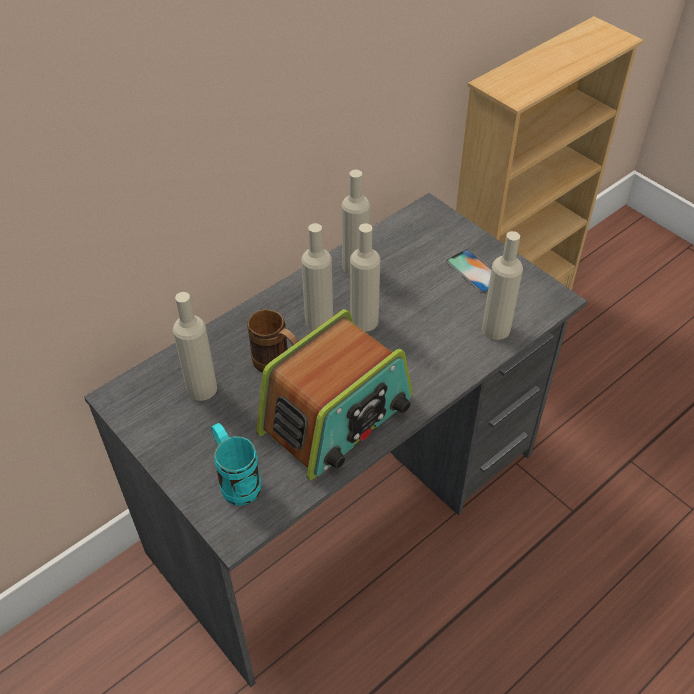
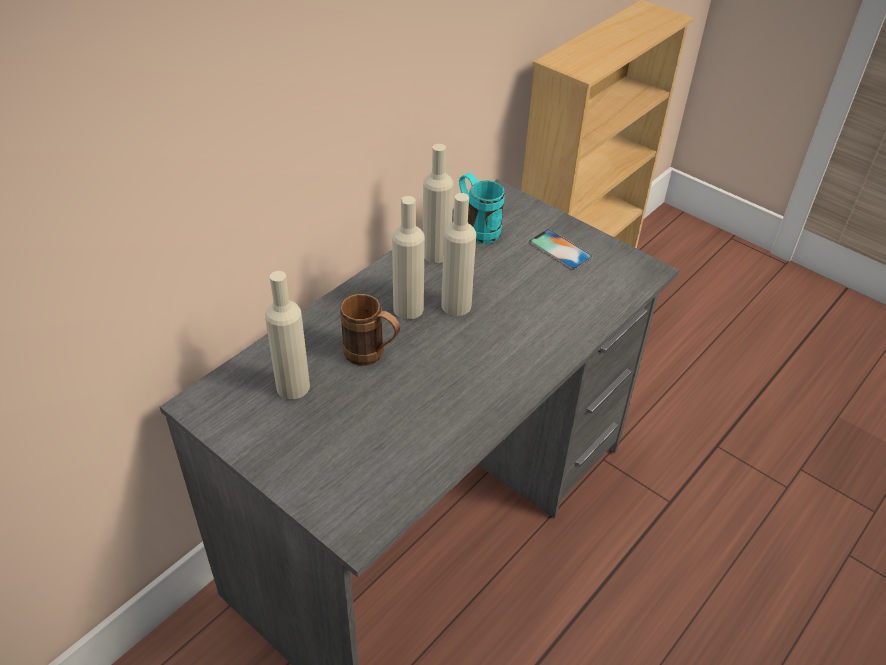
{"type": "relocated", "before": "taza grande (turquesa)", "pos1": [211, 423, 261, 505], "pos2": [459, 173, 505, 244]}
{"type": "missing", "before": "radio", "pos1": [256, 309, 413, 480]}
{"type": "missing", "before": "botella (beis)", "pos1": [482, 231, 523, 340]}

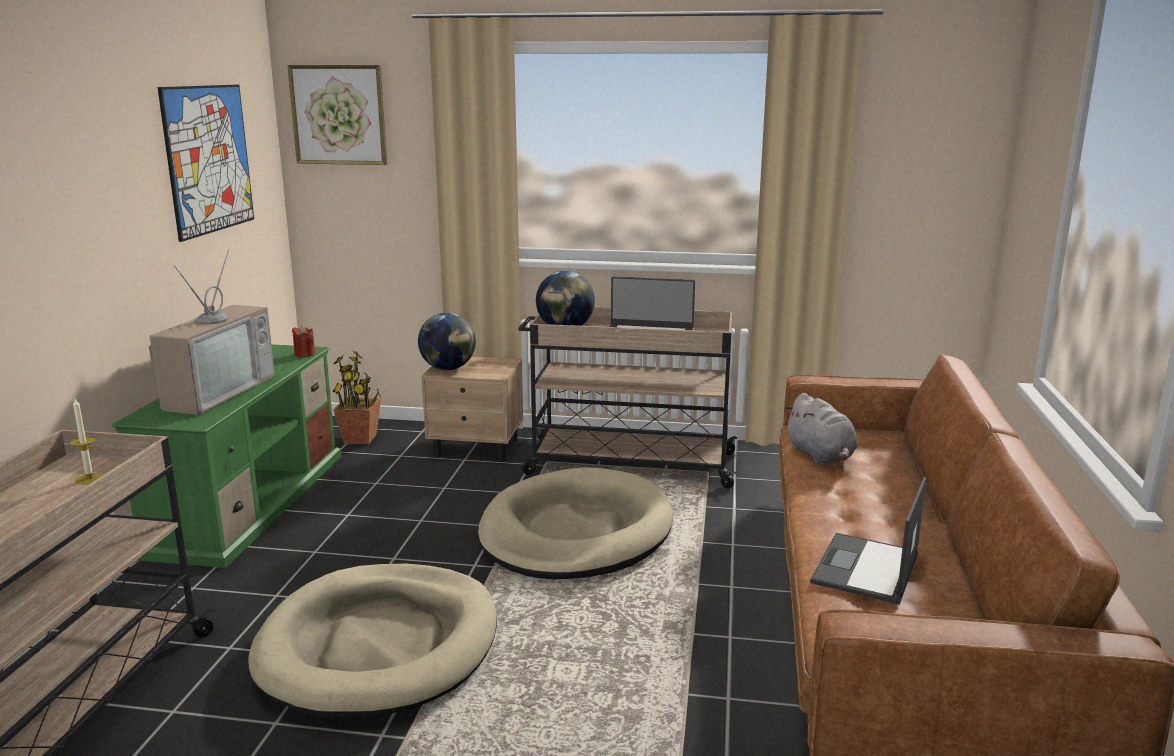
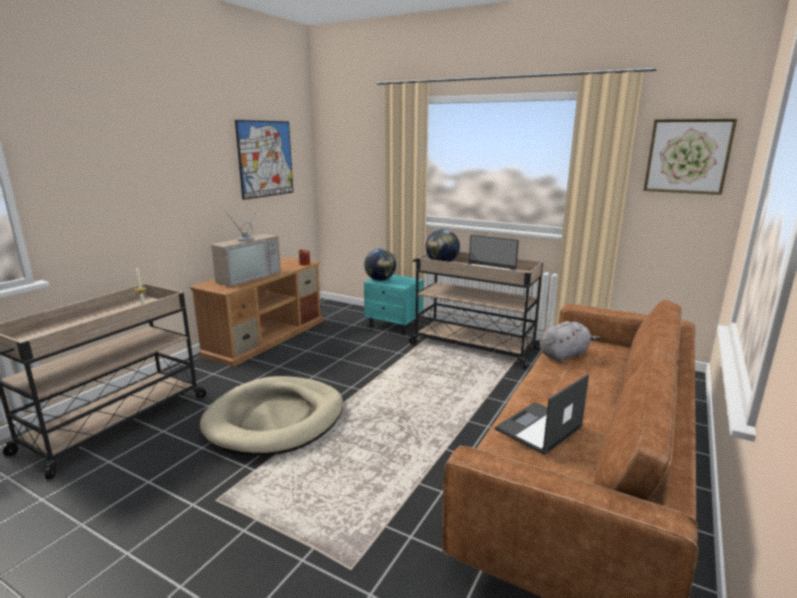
{"type": "colour", "before": "mueble de televisión (verde)", "after": "mueble de televisión (marrón)", "pos1": [111, 344, 341, 568], "pos2": [189, 257, 324, 367]}
{"type": "relocated", "before": "cuadro", "pos1": [287, 65, 387, 165], "pos2": [643, 119, 737, 195]}
{"type": "missing", "before": "planta en maceta", "pos1": [332, 350, 381, 444]}
{"type": "colour", "before": "mesita de noche (beis)", "after": "mesita de noche (turquesa)", "pos1": [421, 357, 523, 461], "pos2": [364, 275, 424, 335]}
{"type": "missing", "before": "cama para perro (beis)", "pos1": [478, 467, 673, 579]}
{"type": "spun", "before": "peluche (gris)", "pos1": [785, 393, 857, 464], "pos2": [540, 321, 600, 362], "turn": -120}

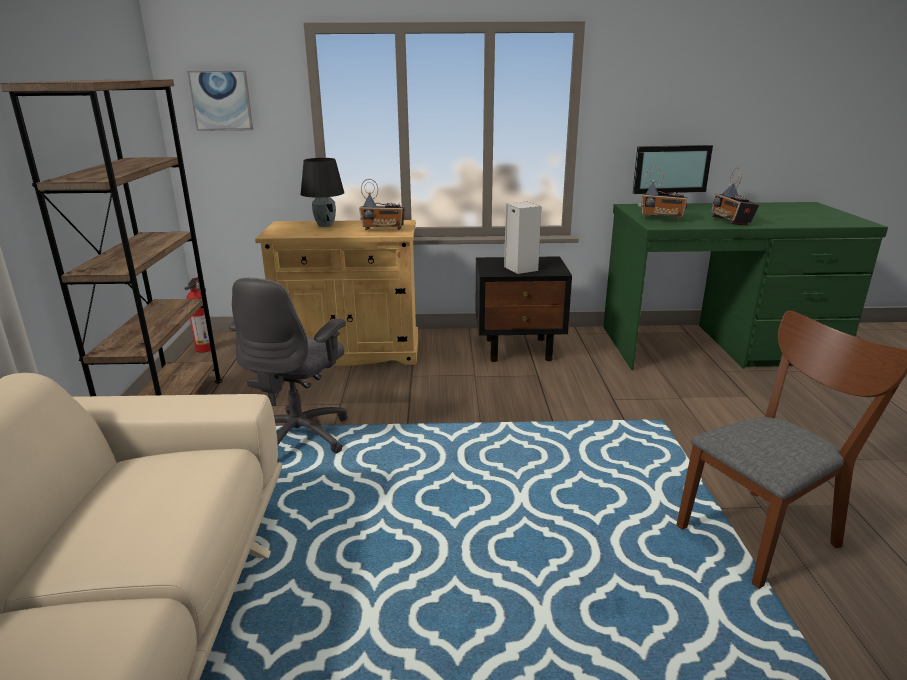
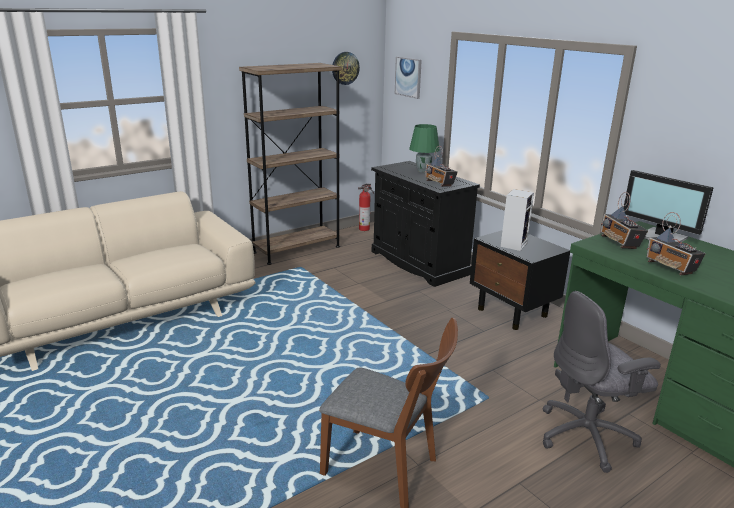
{"type": "relocated", "before": "silla de oficina (gris)", "pos1": [229, 278, 347, 462], "pos2": [543, 291, 661, 473]}
{"type": "colour", "before": "armario (beis)", "after": "armario (negro)", "pos1": [255, 220, 418, 366], "pos2": [371, 161, 480, 287]}
{"type": "colour", "before": "lámpara de mesa (negro)", "after": "lámpara de mesa (verde)", "pos1": [301, 158, 344, 227], "pos2": [409, 124, 440, 173]}
{"type": "spun", "before": "radio", "pos1": [711, 168, 760, 226], "pos2": [647, 212, 706, 275], "turn": -75}
{"type": "appeared", "after": "reloj de pared", "pos2": [332, 52, 360, 85]}

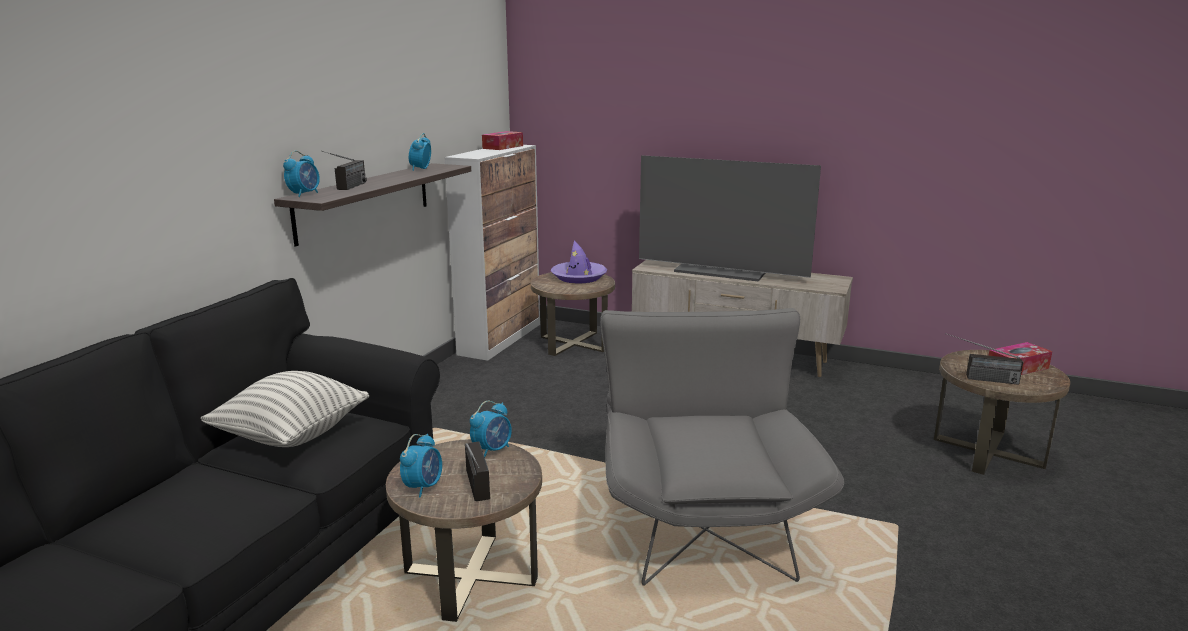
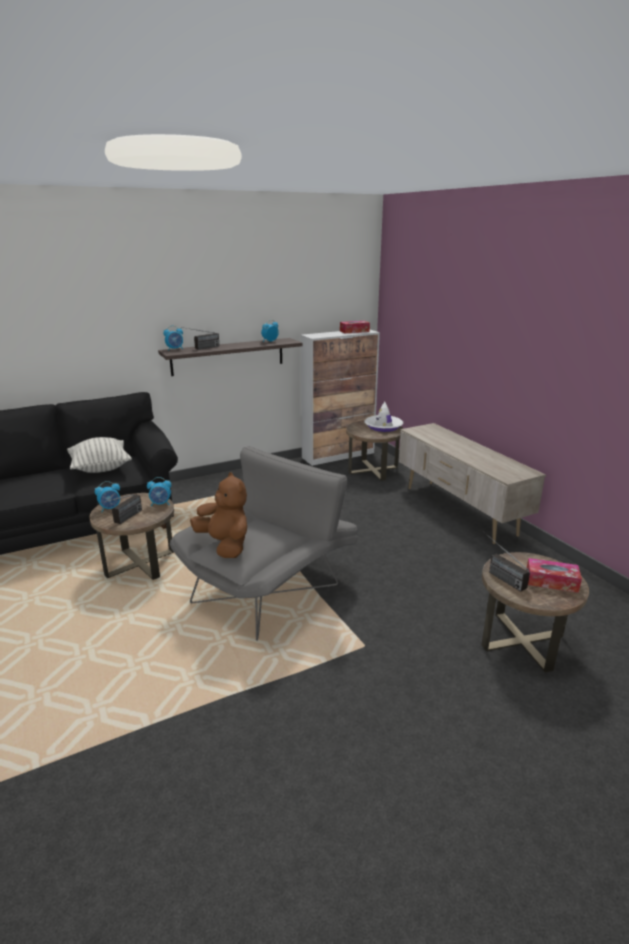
{"type": "colour", "before": "sombrero (morado)", "after": "sombrero (blanco)", "pos1": [551, 240, 607, 283], "pos2": [364, 401, 403, 432]}
{"type": "missing", "before": "televisor", "pos1": [639, 155, 821, 282]}
{"type": "appeared", "after": "peluche (marrón)", "pos2": [190, 472, 247, 558]}

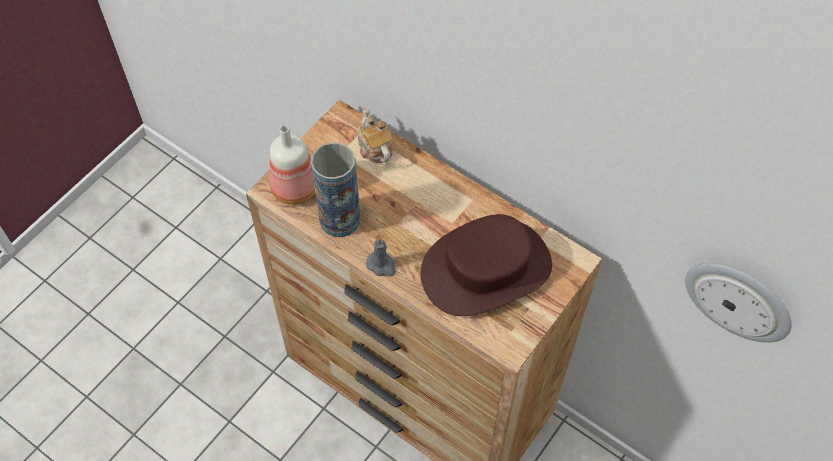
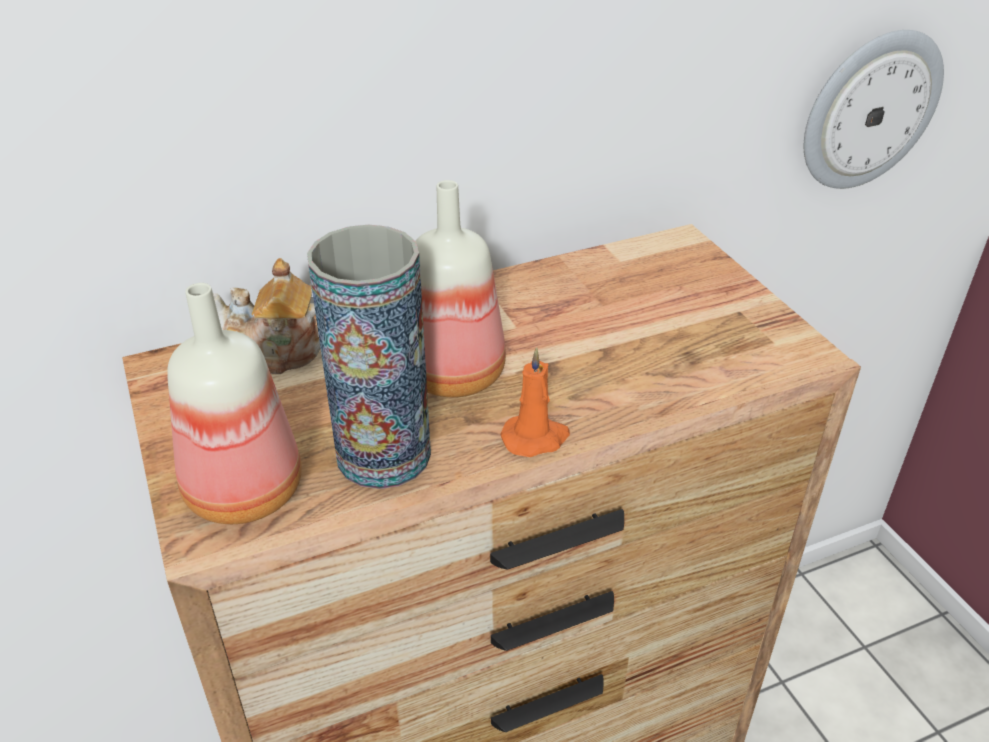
{"type": "colour", "before": "vela (gris)", "after": "vela (naranja)", "pos1": [366, 238, 395, 276], "pos2": [500, 347, 570, 457]}
{"type": "missing", "before": "sombrero (marrón)", "pos1": [421, 214, 552, 316]}
{"type": "appeared", "after": "botella", "pos2": [416, 180, 506, 397]}

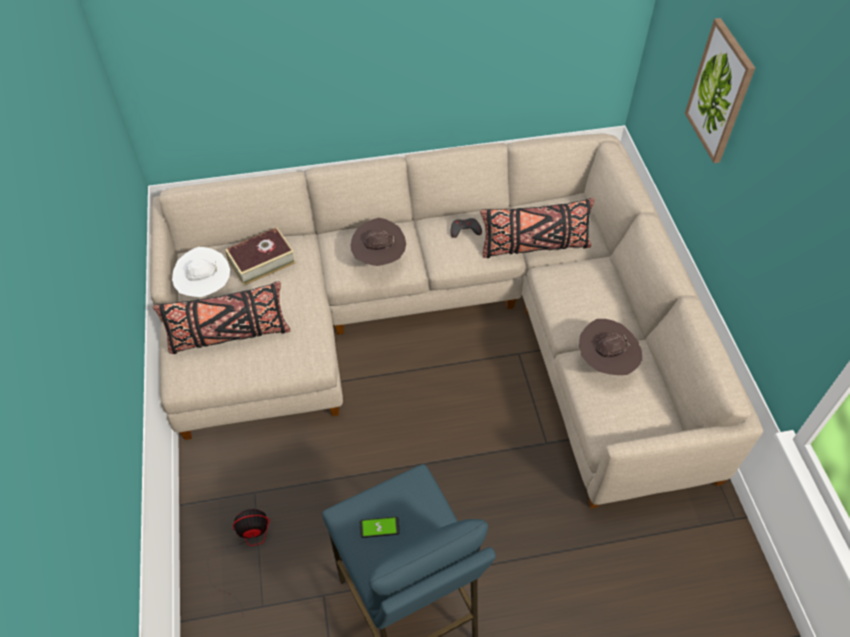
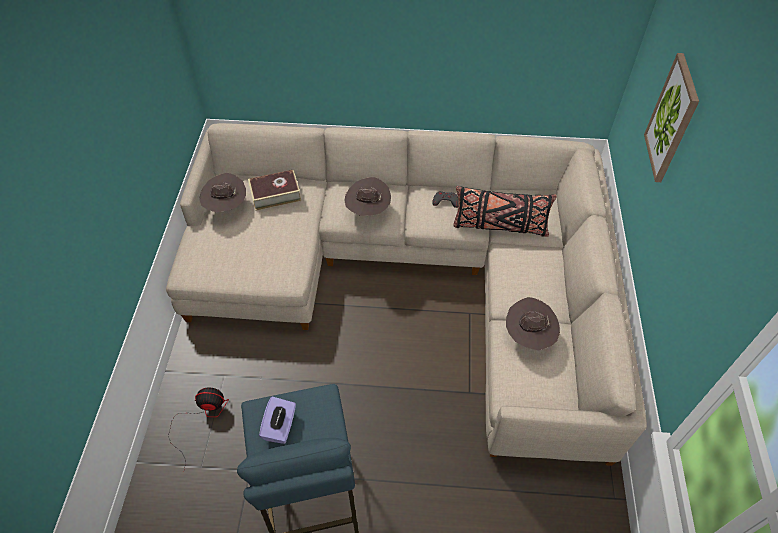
{"type": "missing", "before": "cojín (negro)", "pos1": [153, 281, 291, 354]}
{"type": "colour", "before": "sombrero (blanco)", "after": "sombrero (marrón)", "pos1": [172, 247, 230, 297], "pos2": [199, 173, 246, 212]}
{"type": "exchanged", "before": "móvil", "after": "caja de pañuelos (morado)", "pos1": [360, 517, 400, 538], "pos2": [259, 397, 296, 444]}

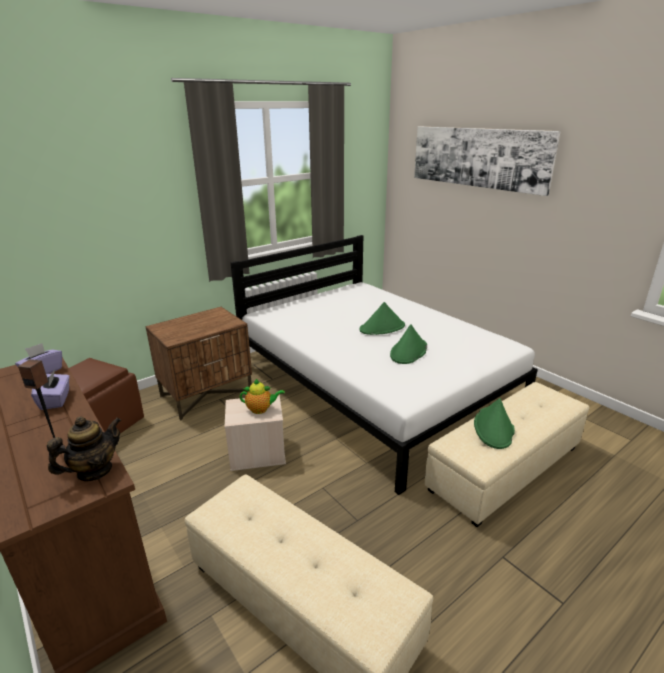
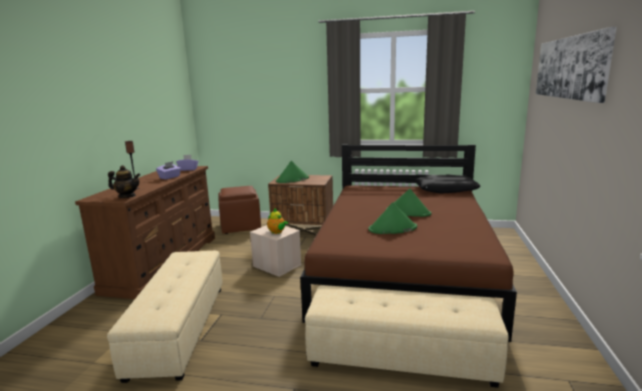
{"type": "colour", "before": "cama (blanco)", "after": "cama (marrón)", "pos1": [231, 235, 538, 495], "pos2": [300, 145, 517, 342]}
{"type": "relocated", "before": "sombrero (verde)", "pos1": [474, 398, 515, 449], "pos2": [276, 161, 309, 183]}
{"type": "appeared", "after": "cojín (negro)", "pos2": [415, 174, 481, 194]}

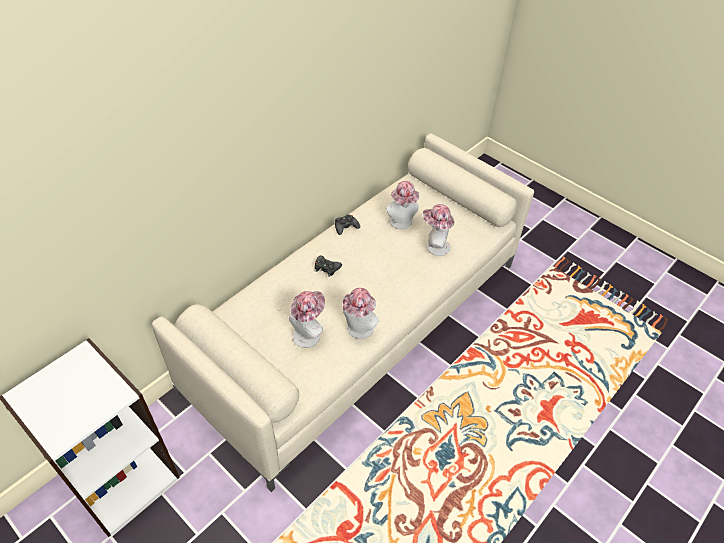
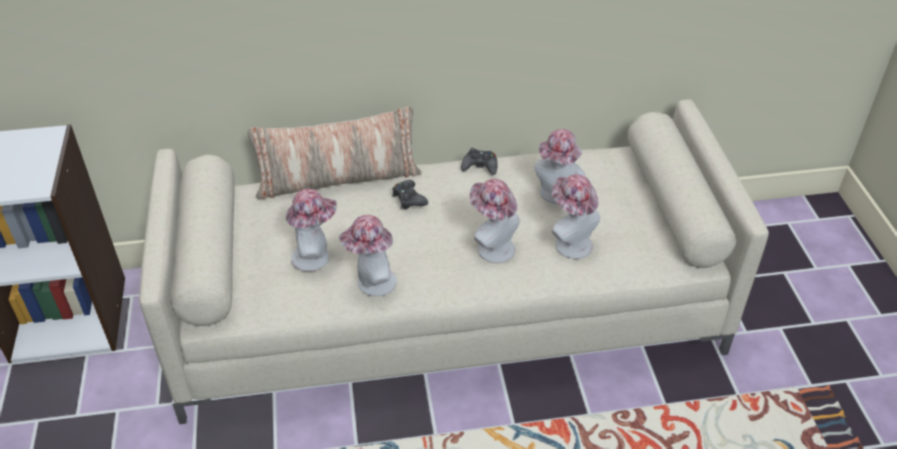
{"type": "appeared", "after": "cojín", "pos2": [248, 106, 422, 199]}
{"type": "appeared", "after": "sombrero", "pos2": [470, 179, 520, 263]}

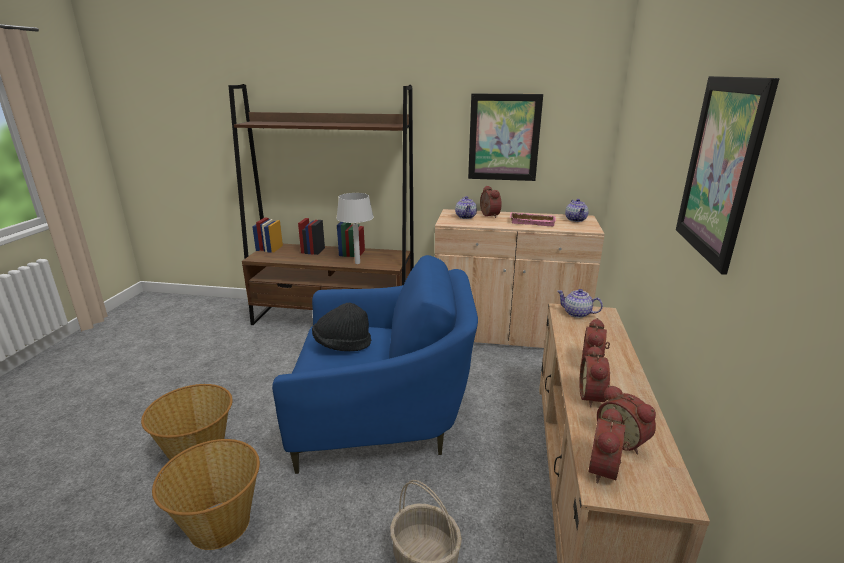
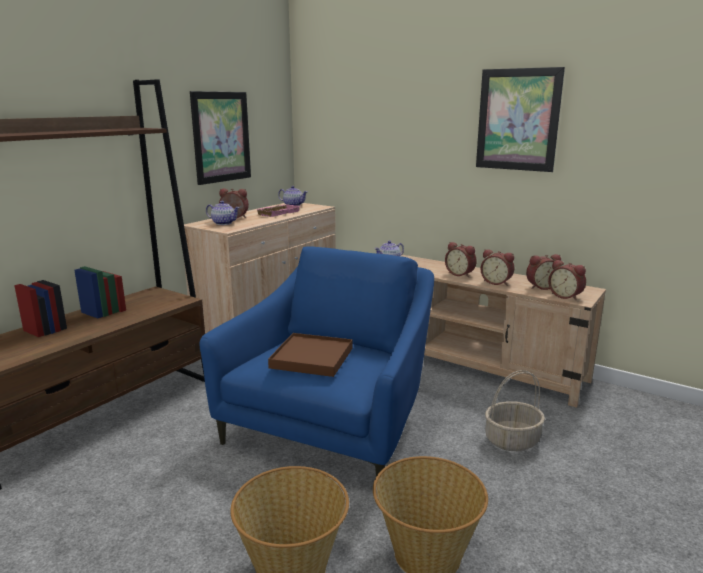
{"type": "exchanged", "before": "sombrero (negro)", "after": "bandeja (marrón)", "pos1": [312, 303, 371, 351], "pos2": [268, 333, 353, 377]}
{"type": "missing", "before": "lámpara de mesa (gris)", "pos1": [336, 193, 374, 264]}

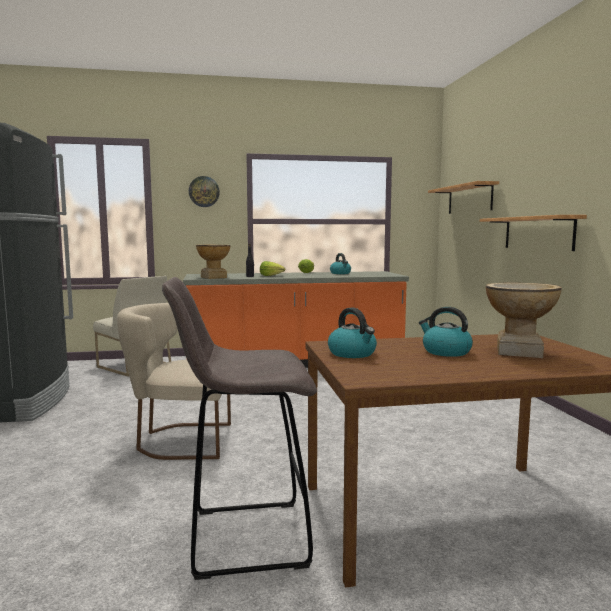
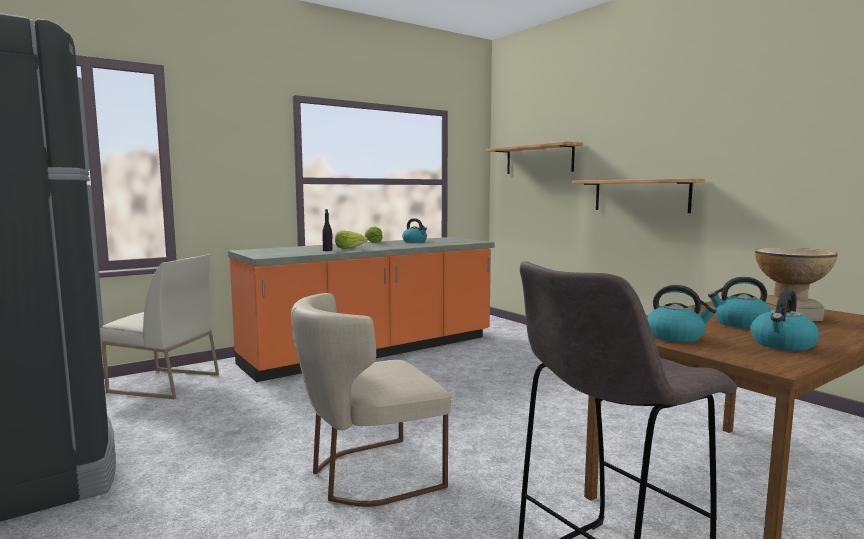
{"type": "missing", "before": "reloj de pared", "pos1": [189, 176, 220, 207]}
{"type": "missing", "before": "florero", "pos1": [196, 245, 230, 279]}
{"type": "appeared", "after": "hervidor", "pos2": [751, 290, 819, 351]}

